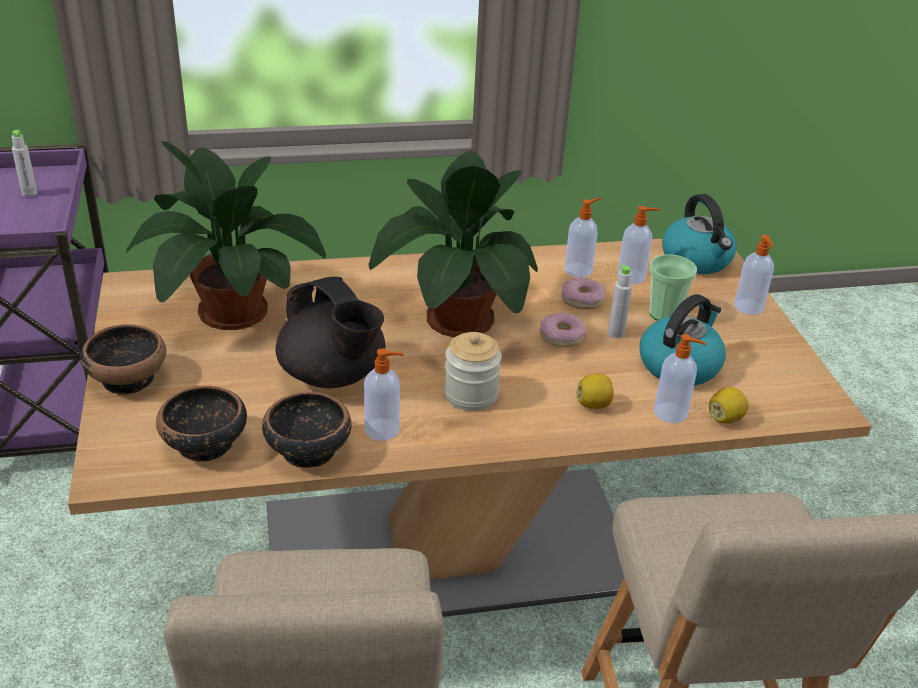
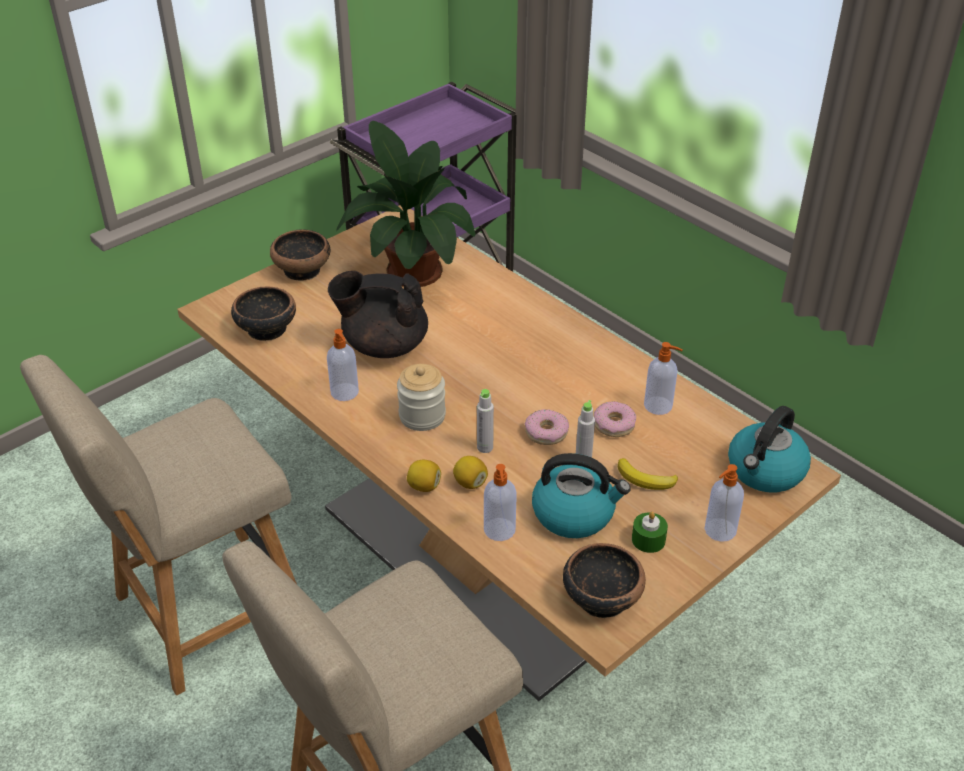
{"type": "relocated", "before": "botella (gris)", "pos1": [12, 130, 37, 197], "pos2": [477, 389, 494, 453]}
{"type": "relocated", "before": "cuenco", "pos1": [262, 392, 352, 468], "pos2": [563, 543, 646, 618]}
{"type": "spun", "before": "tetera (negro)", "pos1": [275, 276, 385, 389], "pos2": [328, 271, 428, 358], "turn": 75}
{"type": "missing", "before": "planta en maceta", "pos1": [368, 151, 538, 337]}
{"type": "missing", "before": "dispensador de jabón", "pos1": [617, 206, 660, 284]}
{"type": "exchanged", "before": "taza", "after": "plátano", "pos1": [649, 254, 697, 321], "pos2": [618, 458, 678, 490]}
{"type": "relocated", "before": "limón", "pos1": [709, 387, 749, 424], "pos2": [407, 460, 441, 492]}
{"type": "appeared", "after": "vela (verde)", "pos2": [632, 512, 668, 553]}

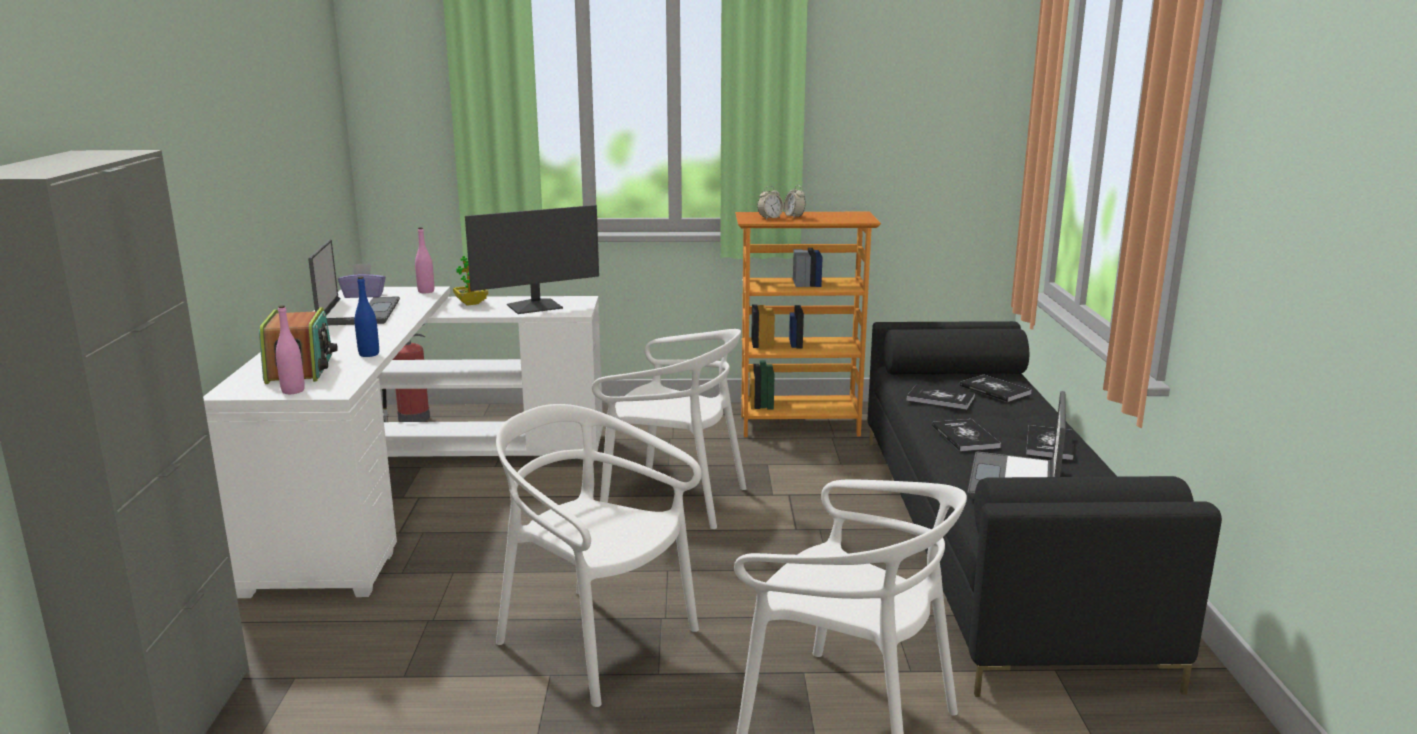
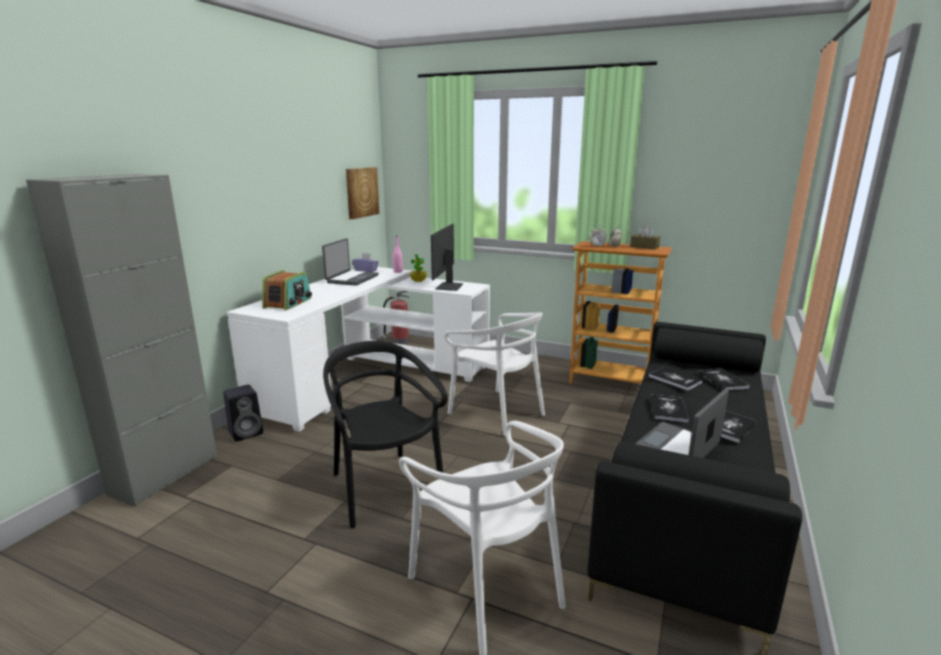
{"type": "missing", "before": "botella (rosa)", "pos1": [276, 305, 305, 394]}
{"type": "missing", "before": "botella (azul)", "pos1": [354, 276, 379, 357]}
{"type": "spun", "before": "monitor", "pos1": [465, 205, 599, 314], "pos2": [431, 224, 463, 291], "turn": 105}
{"type": "colour", "before": "silla (blanco)", "after": "silla (negro)", "pos1": [496, 404, 702, 707], "pos2": [323, 341, 447, 528]}
{"type": "appeared", "after": "altavoz (negro)", "pos2": [223, 385, 263, 441]}
{"type": "appeared", "after": "cuadro", "pos2": [346, 167, 379, 219]}
{"type": "appeared", "after": "caja de pañuelos (marrón)", "pos2": [630, 225, 660, 249]}

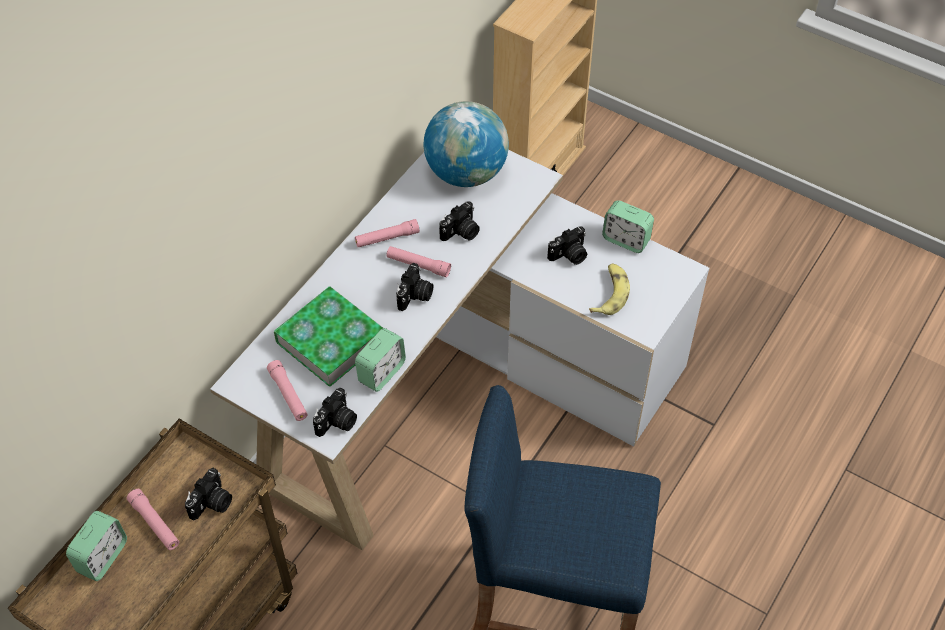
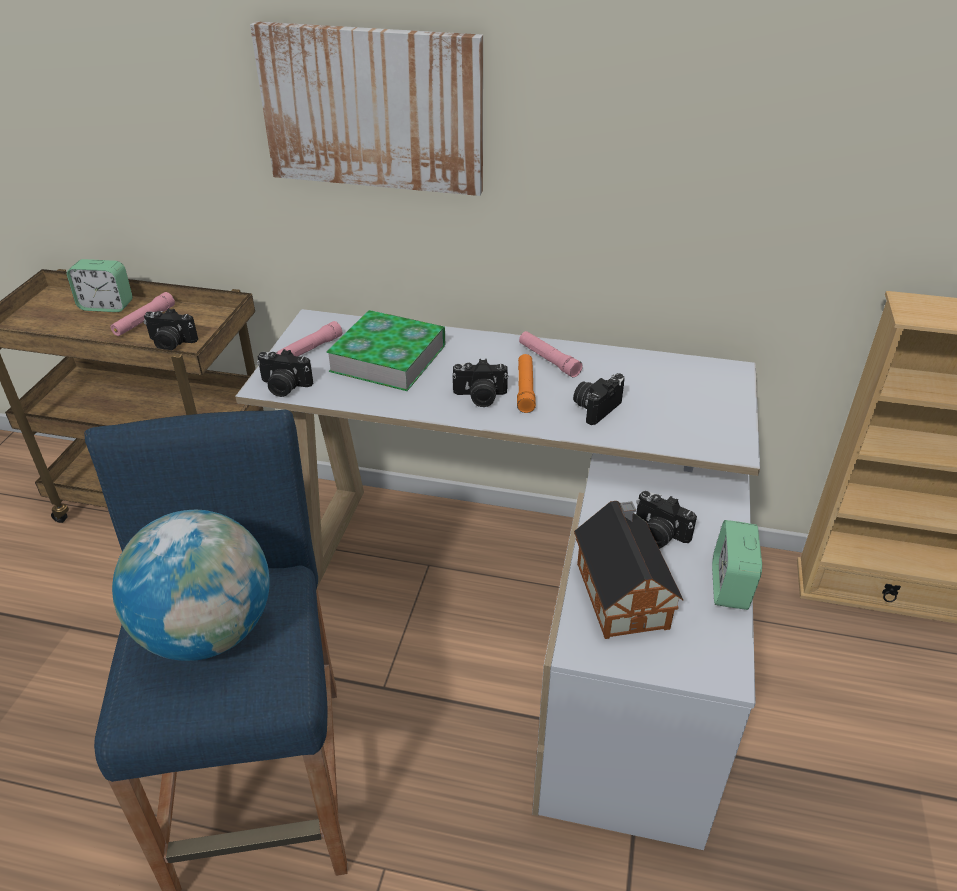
{"type": "missing", "before": "despertador", "pos1": [355, 328, 406, 392]}
{"type": "colour", "before": "linterna (rosa)", "after": "linterna (naranja)", "pos1": [386, 246, 451, 277], "pos2": [517, 354, 536, 413]}
{"type": "relocated", "before": "globo terráqueo", "pos1": [424, 101, 509, 187], "pos2": [112, 510, 270, 661]}
{"type": "spun", "before": "cámara", "pos1": [439, 201, 480, 241], "pos2": [573, 373, 625, 425], "turn": 105}
{"type": "exchanged", "before": "plátano", "after": "casita", "pos1": [589, 264, 630, 315], "pos2": [574, 501, 683, 639]}
{"type": "appeared", "after": "cuadro", "pos2": [250, 21, 483, 196]}

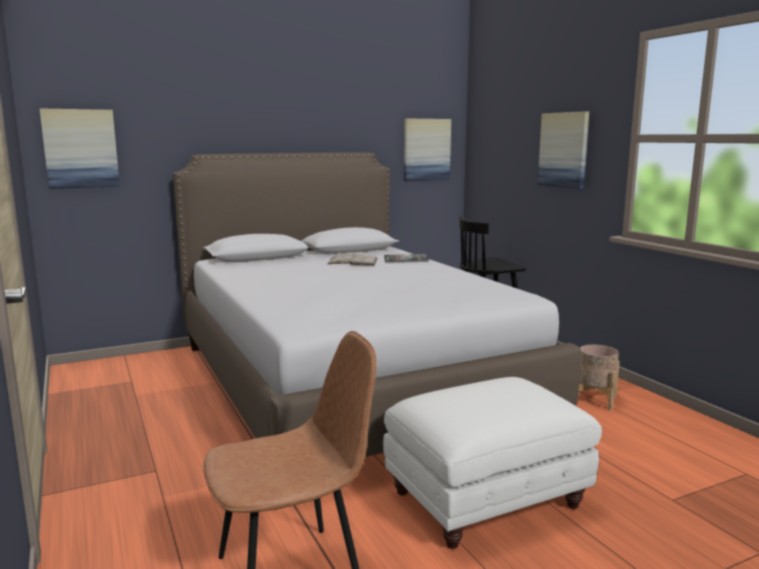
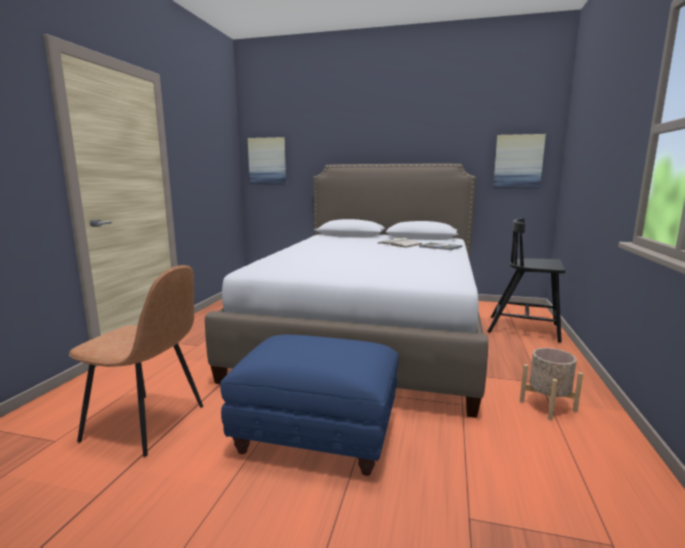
{"type": "colour", "before": "puf (blanco)", "after": "puf (azul)", "pos1": [383, 377, 602, 549], "pos2": [220, 335, 399, 476]}
{"type": "missing", "before": "cuadro", "pos1": [538, 111, 589, 189]}

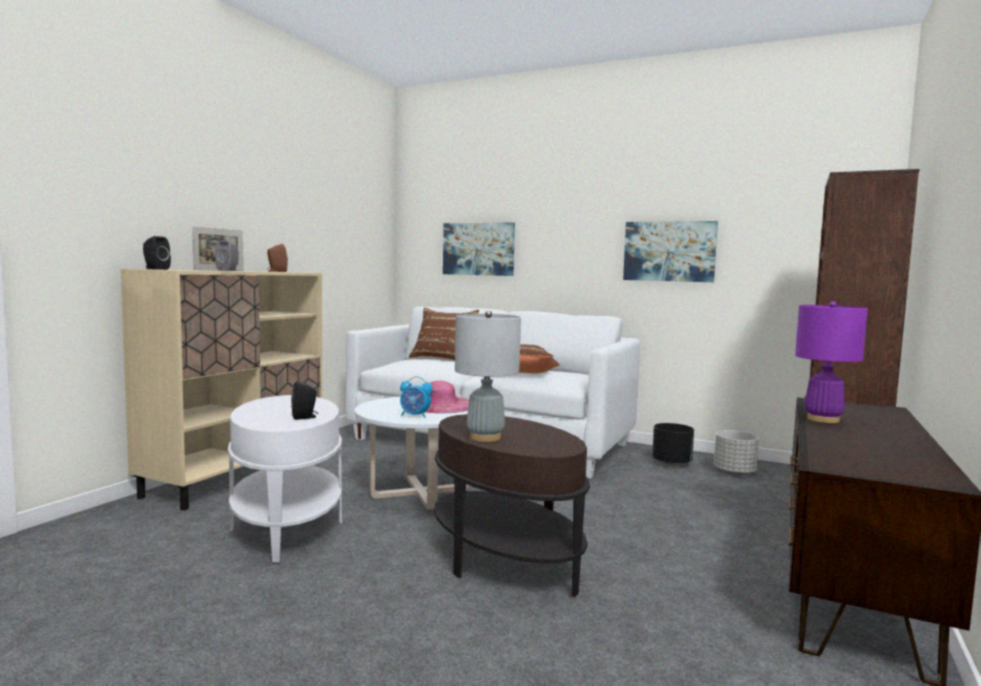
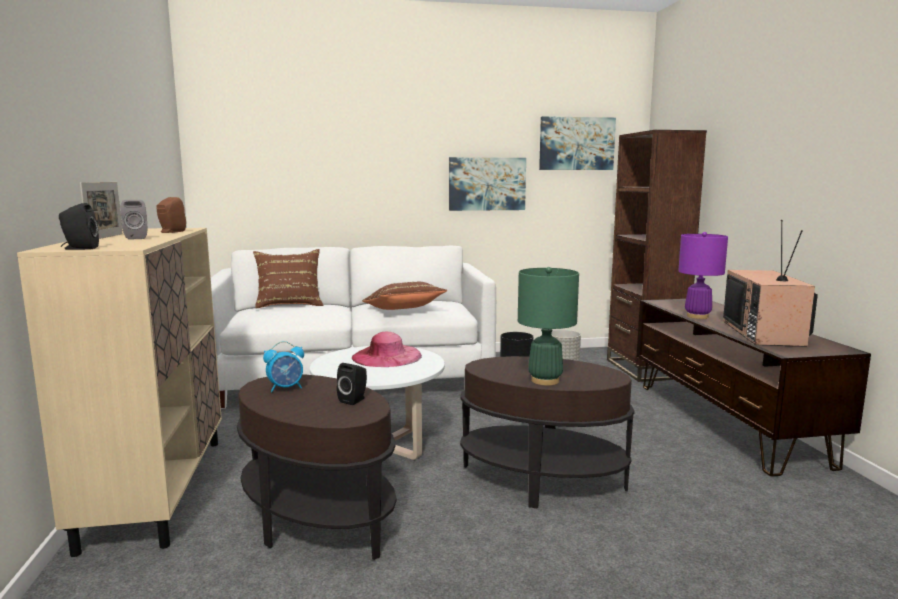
{"type": "colour", "before": "mesa auxiliar (blanco)", "after": "mesa auxiliar (marrón)", "pos1": [228, 395, 342, 563], "pos2": [237, 374, 396, 560]}
{"type": "relocated", "before": "despertador", "pos1": [400, 376, 433, 418], "pos2": [263, 341, 304, 393]}
{"type": "relocated", "before": "cuadro", "pos1": [443, 222, 515, 276], "pos2": [539, 116, 616, 170]}
{"type": "colour", "before": "lámpara de mesa (gris)", "after": "lámpara de mesa (verde)", "pos1": [455, 310, 521, 442], "pos2": [518, 267, 579, 386]}
{"type": "appeared", "after": "televisor", "pos2": [723, 220, 818, 347]}

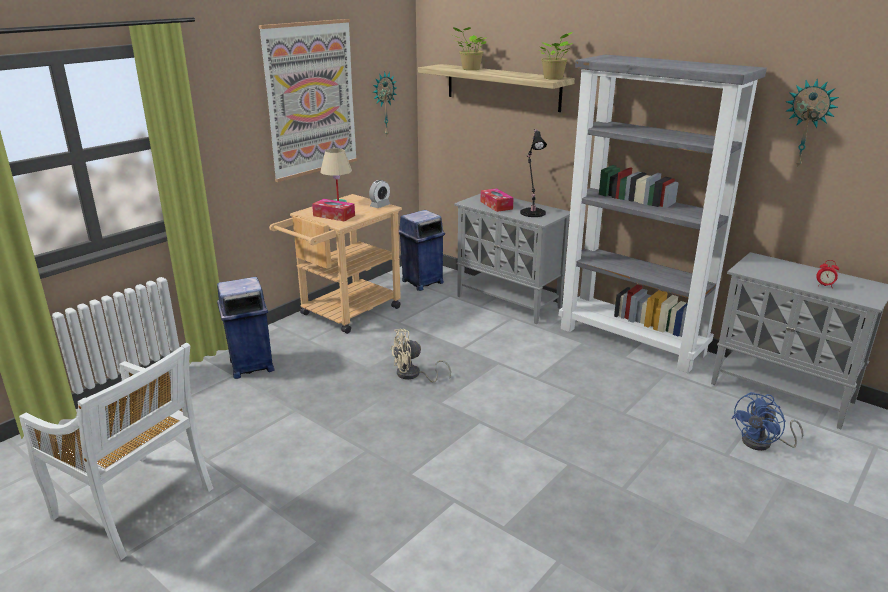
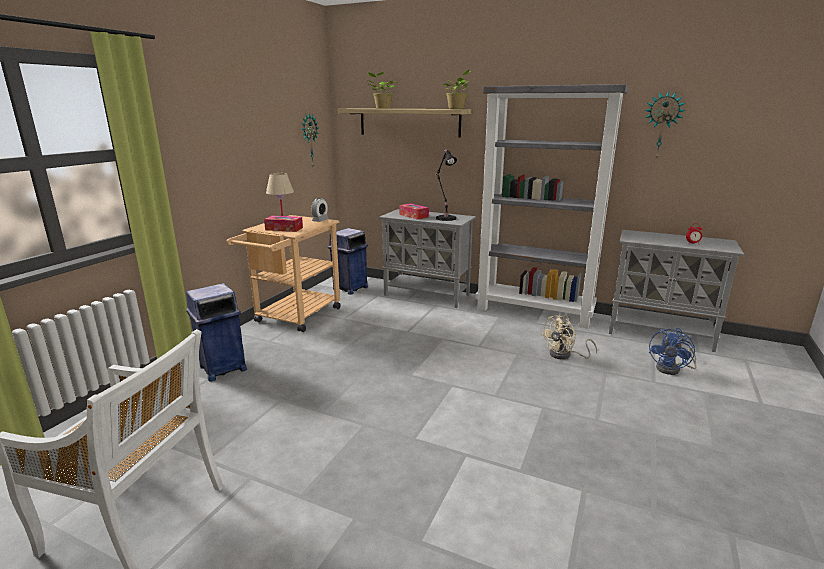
{"type": "missing", "before": "cuadro", "pos1": [259, 19, 357, 182]}
{"type": "relocated", "before": "ventilador (beis)", "pos1": [390, 329, 451, 382], "pos2": [541, 315, 597, 360]}

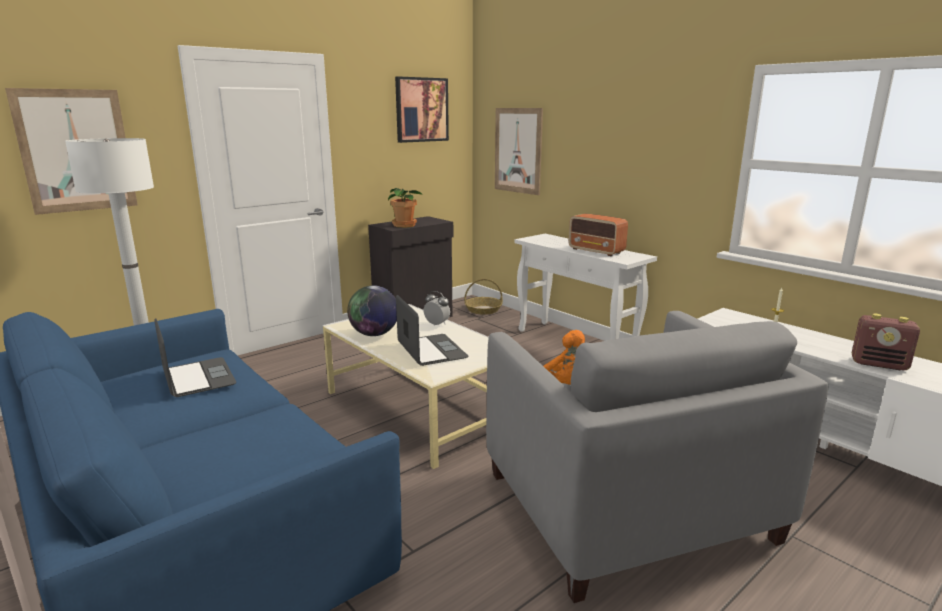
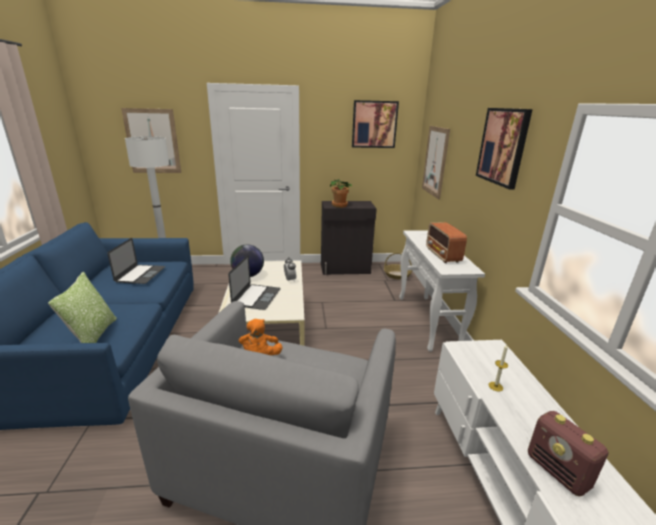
{"type": "appeared", "after": "cojín", "pos2": [48, 272, 117, 343]}
{"type": "appeared", "after": "cuadro", "pos2": [476, 108, 533, 190]}

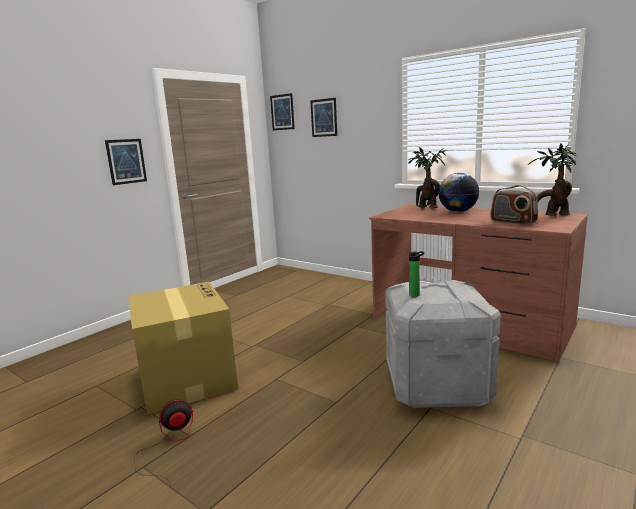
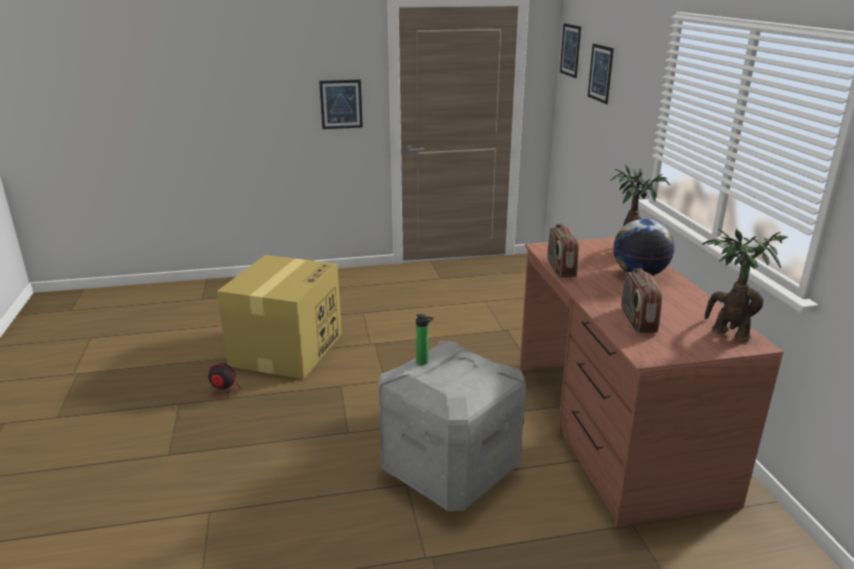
{"type": "appeared", "after": "radio", "pos2": [547, 224, 579, 278]}

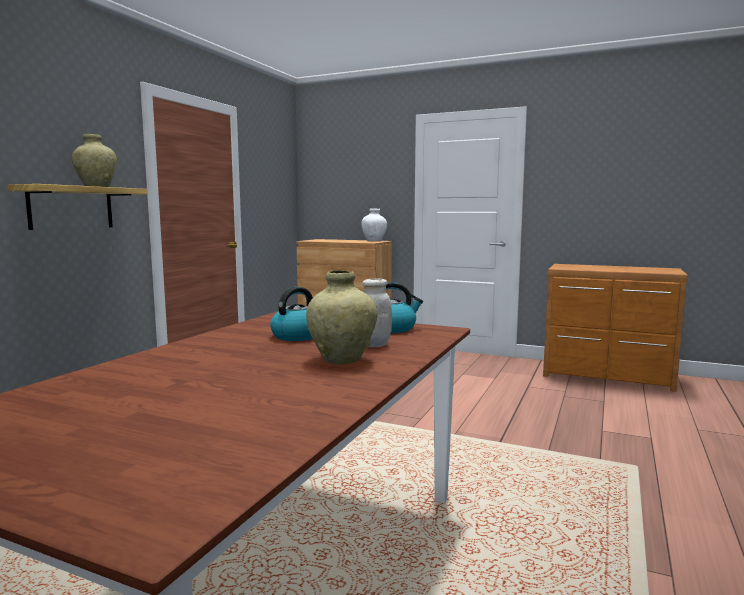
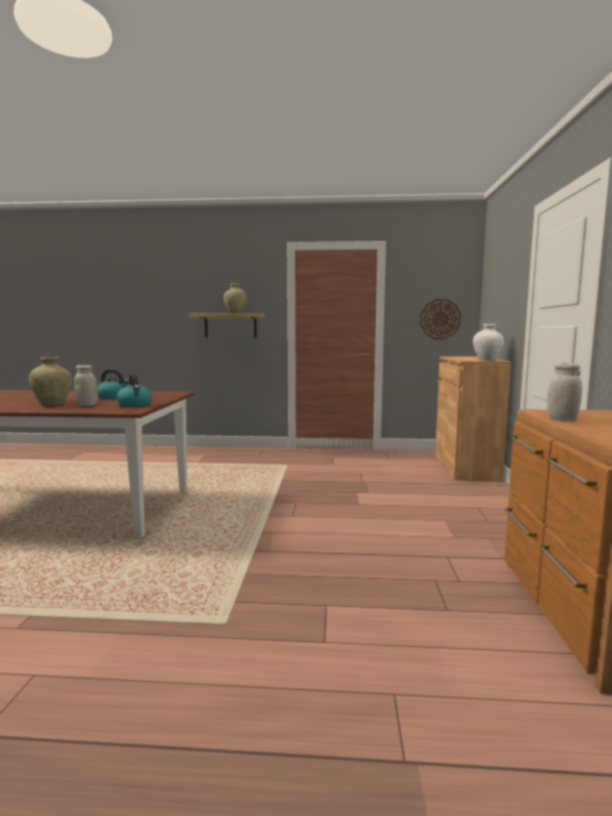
{"type": "appeared", "after": "reloj de pared", "pos2": [420, 299, 461, 339]}
{"type": "appeared", "after": "tarro (blanco)", "pos2": [547, 363, 582, 421]}

